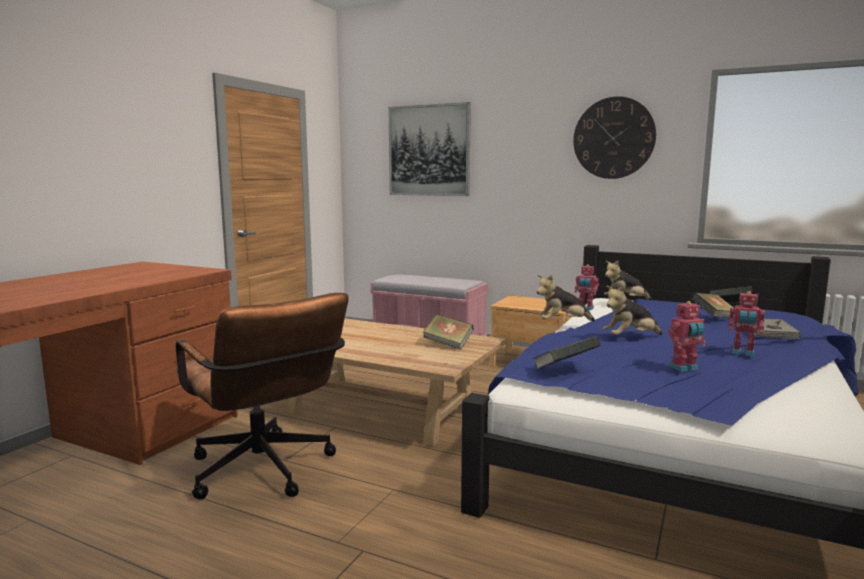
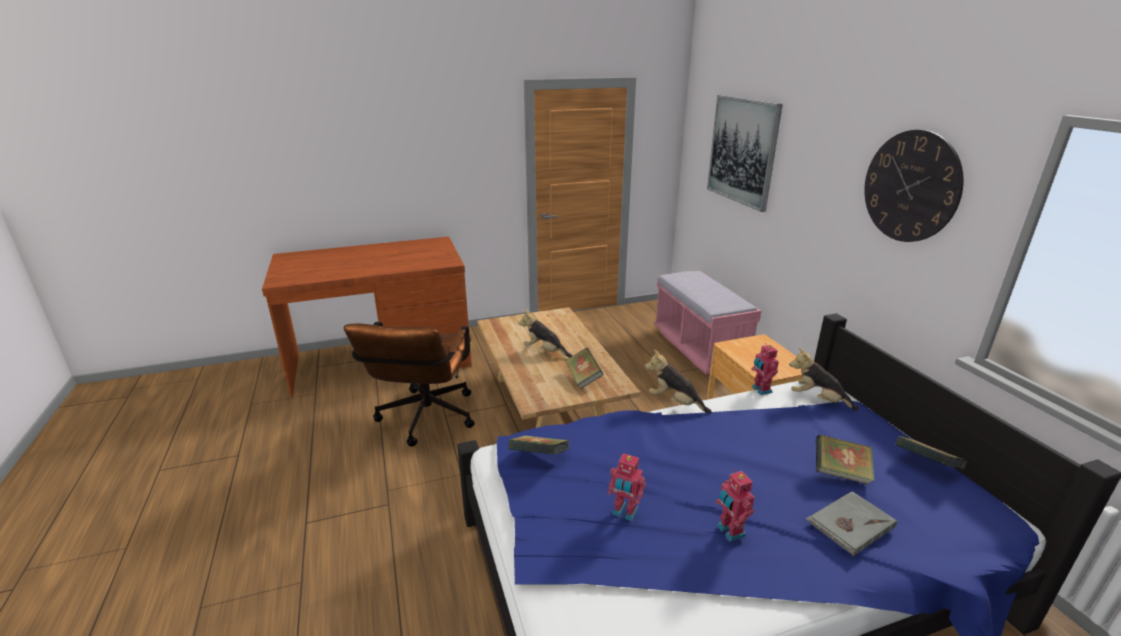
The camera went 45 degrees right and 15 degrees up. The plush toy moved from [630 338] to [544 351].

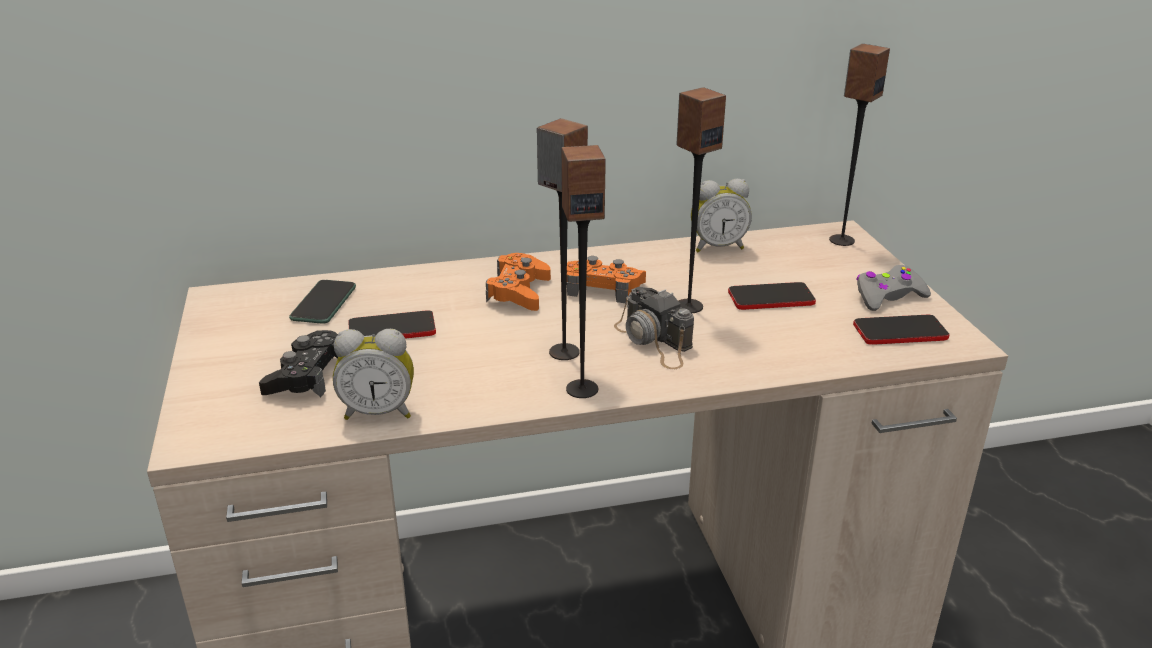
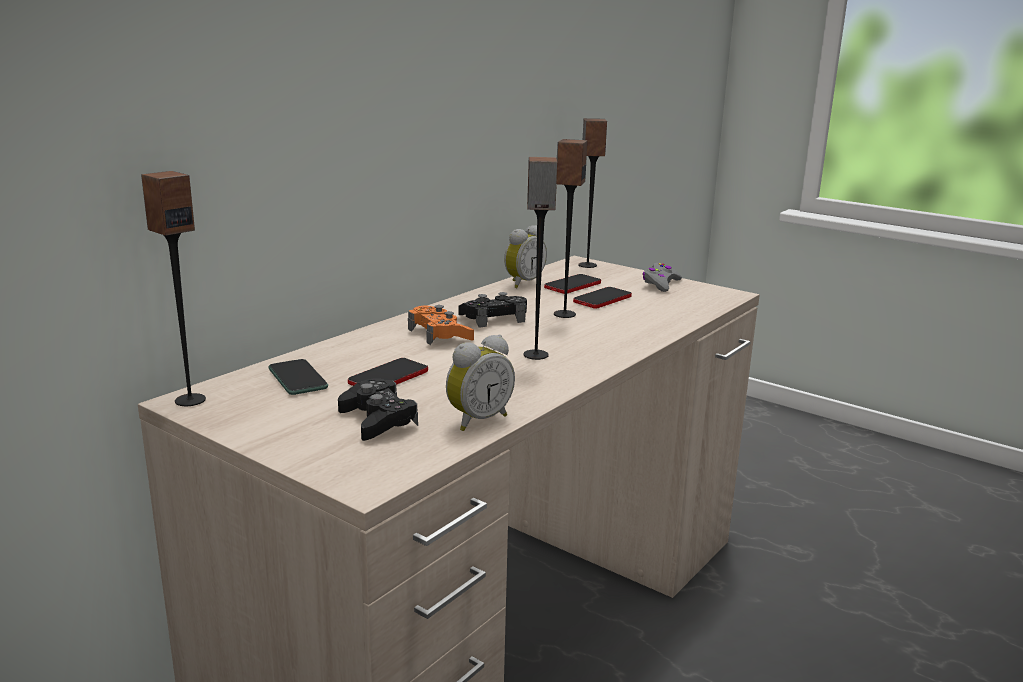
The camera went 40 degrees left and 10 degrees down. The photo camera at [654 341] disappeared. The speaker moved from [582 388] to [190 400]. The phone moved from [900 332] to [573 285]. The orange game controller at [603 288] became the black game controller at [494 319].

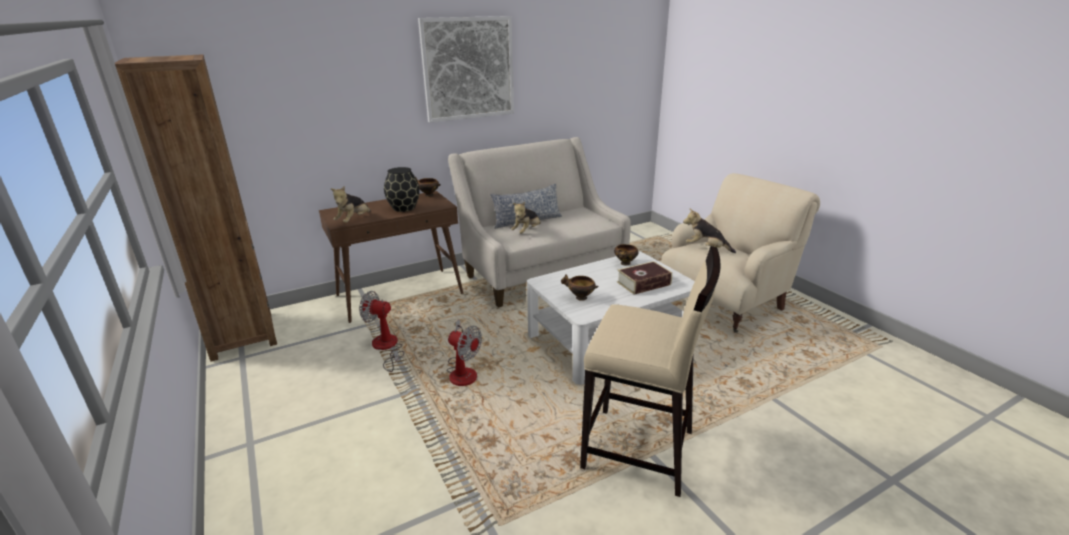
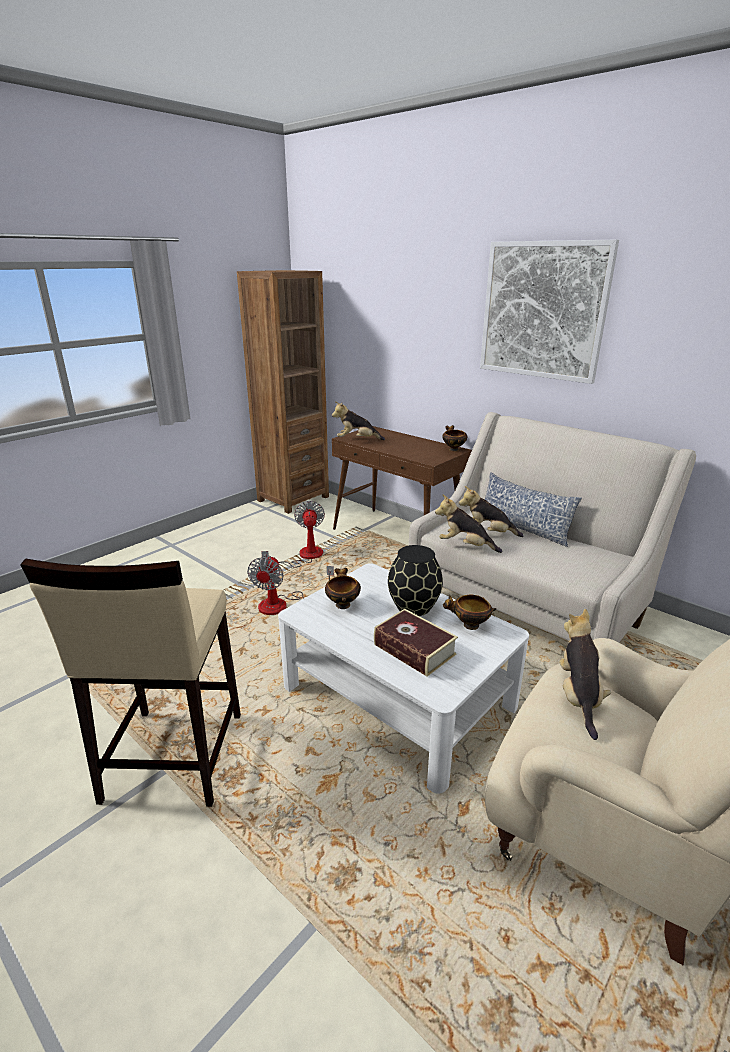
The camera went 70 degrees right and 0 degrees up. The plush toy at [465 546] appeared. The black vase moved from [404 208] to [414 607].

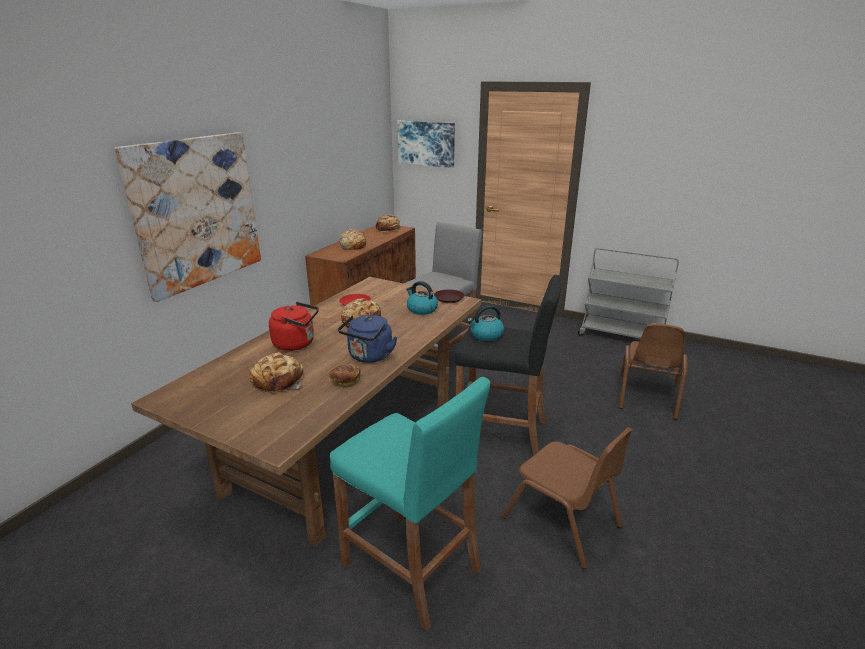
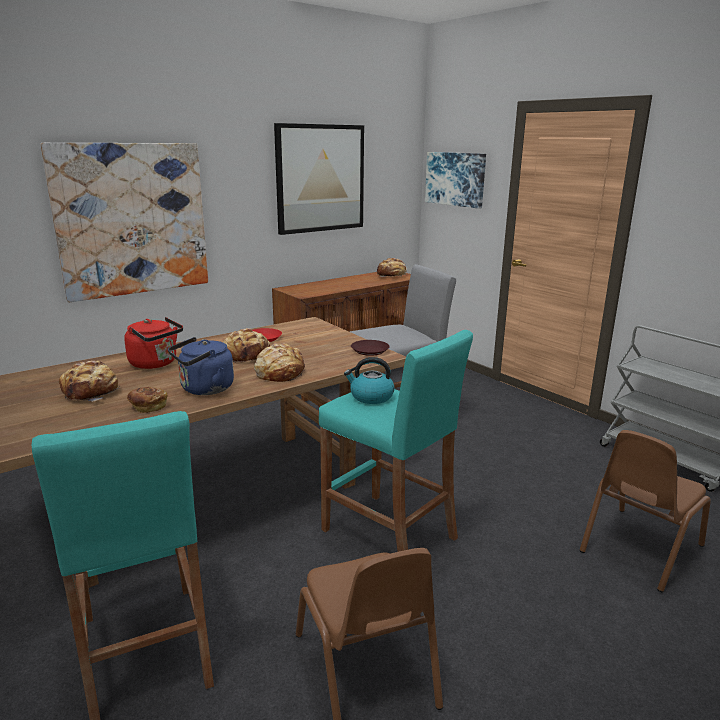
The camera went 25 degrees right and 5 degrees down. The kettle at [421 309] disappeared. The picture at [320 178] appeared. The bread moved from [353 246] to [279 372]. The black stool at [501 432] became the turquoise stool at [389 534].

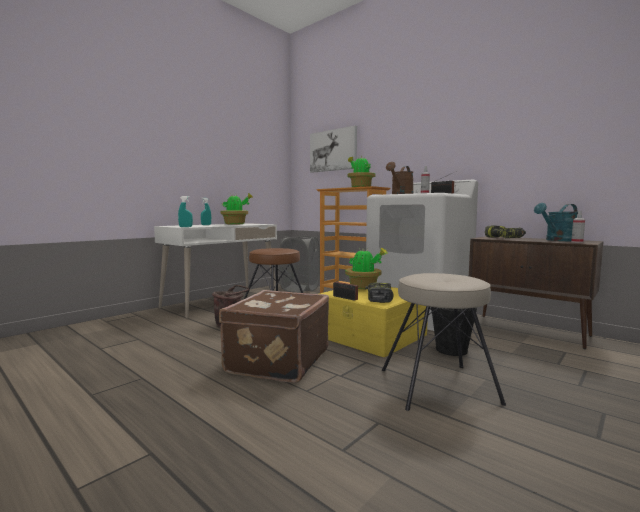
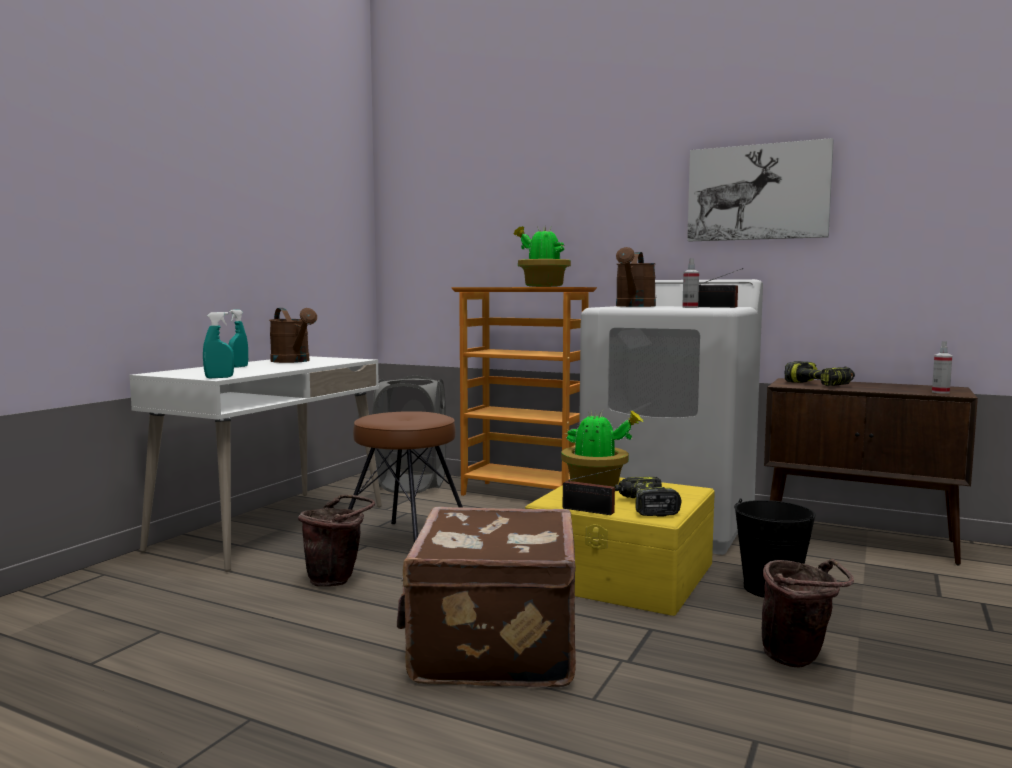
The camera went 15 degrees left and 0 degrees up. The turquoise watering can at [558 240] disappeared. The picture moved from [333 150] to [758 193]. The potted plant at [236 224] was replaced by the brown watering can at [293 361]. The beige stool at [438 386] was replaced by the brown bucket at [799 660].

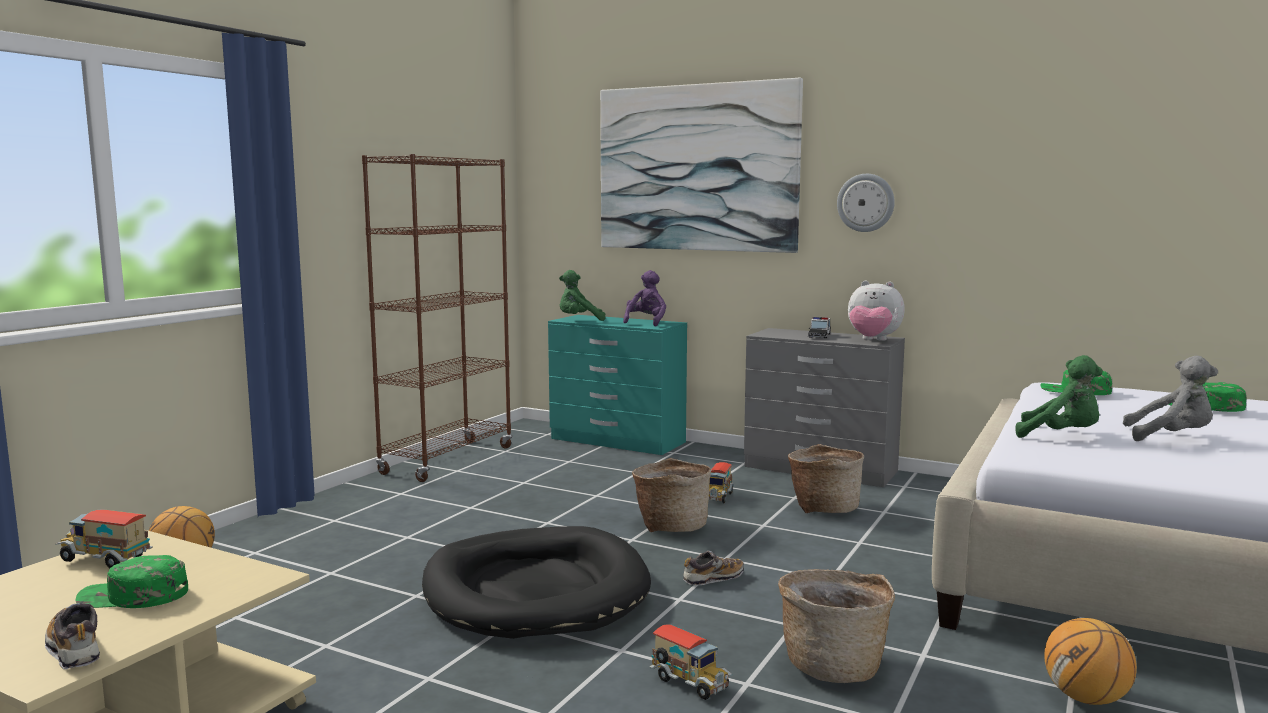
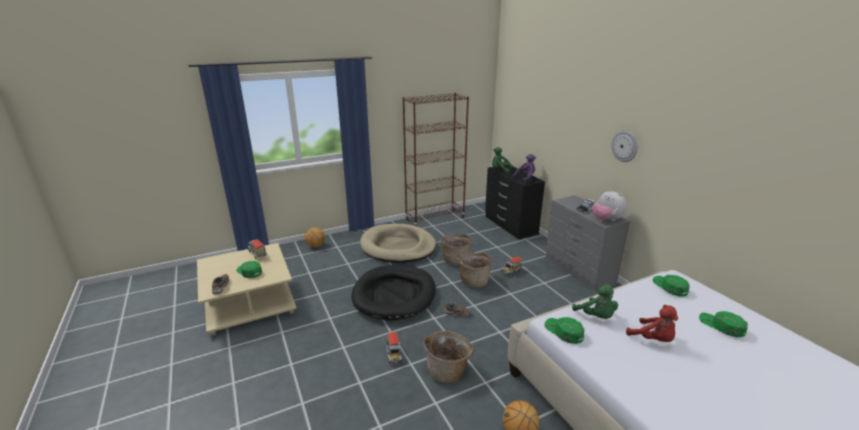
The camera went 35 degrees right and 15 degrees up. The picture at [696 168] disappeared. The beige dog bed at [398 246] appeared. The green cap at [563 331] appeared. The basket moved from [823 508] to [455 260]. The turquoise dresser at [617 441] became the black dresser at [510 225]. The grey plush toy at [1171 437] became the red plush toy at [653 339].

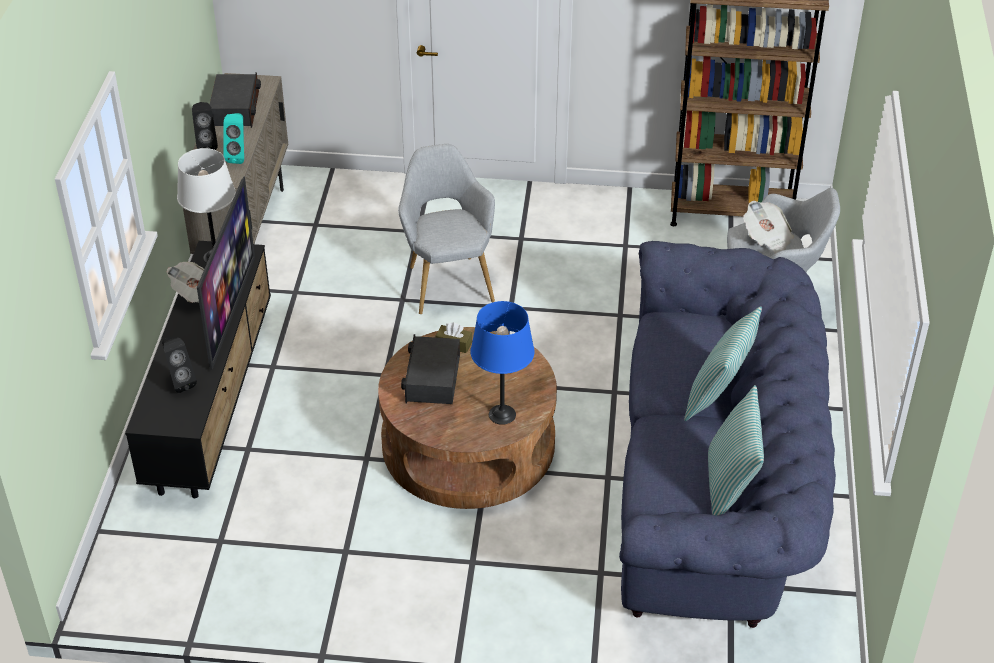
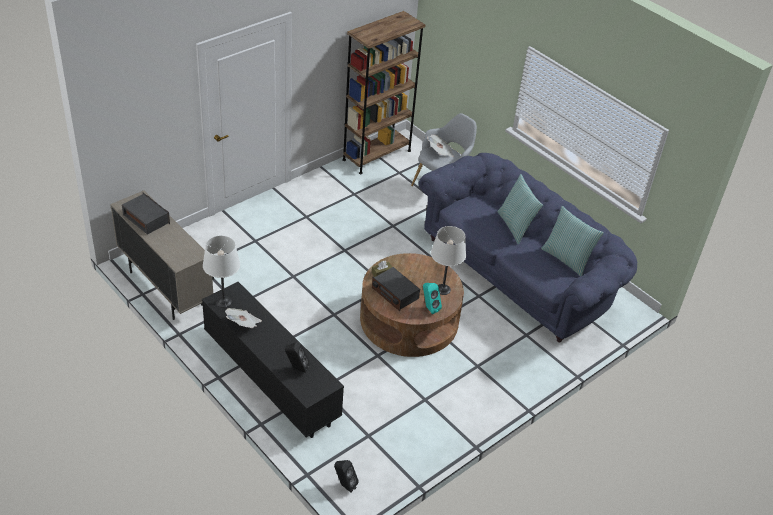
The camera went 50 degrees left and 0 degrees up. The television at [230 311] disappeared. The grey armchair at [447 280] disappeared. The black speaker moved from [206 145] to [344 485]. The turquoise speaker moved from [238 156] to [429 308]. The blue table lamp at [502 414] became the white table lamp at [443 289].

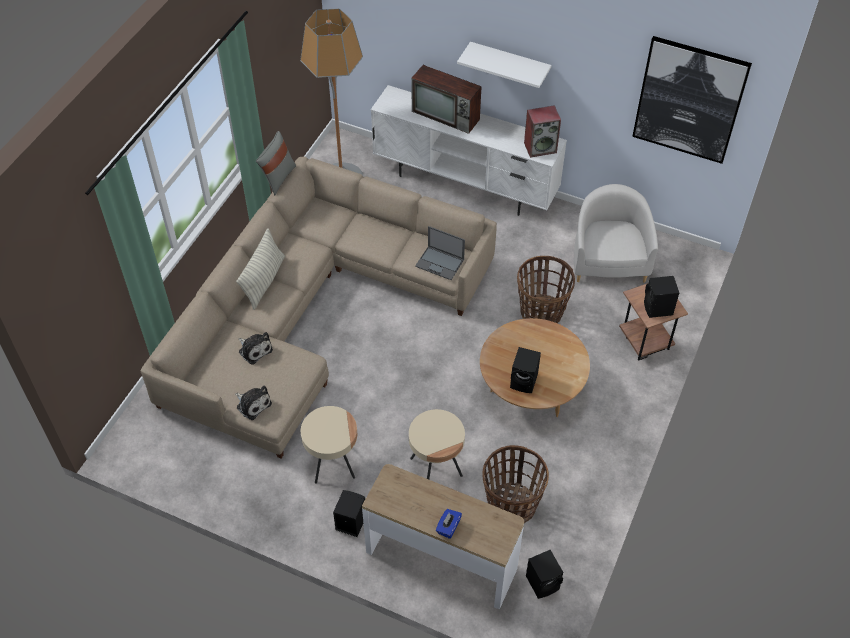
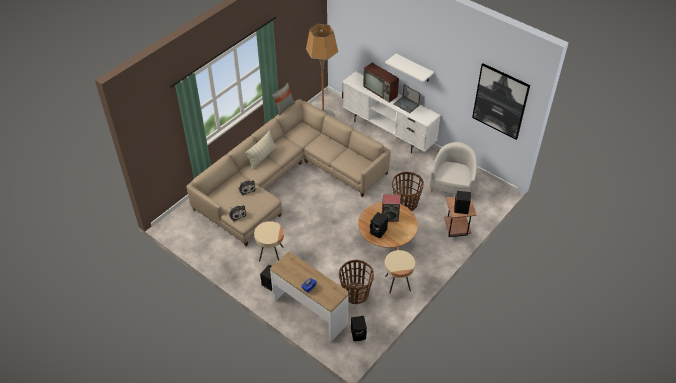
The camera went 15 degrees right and 5 degrees down. The beige side table moved from [436 467] to [397 283]. The laptop moved from [440 263] to [406 105]. The speaker moved from [540 147] to [390 216].

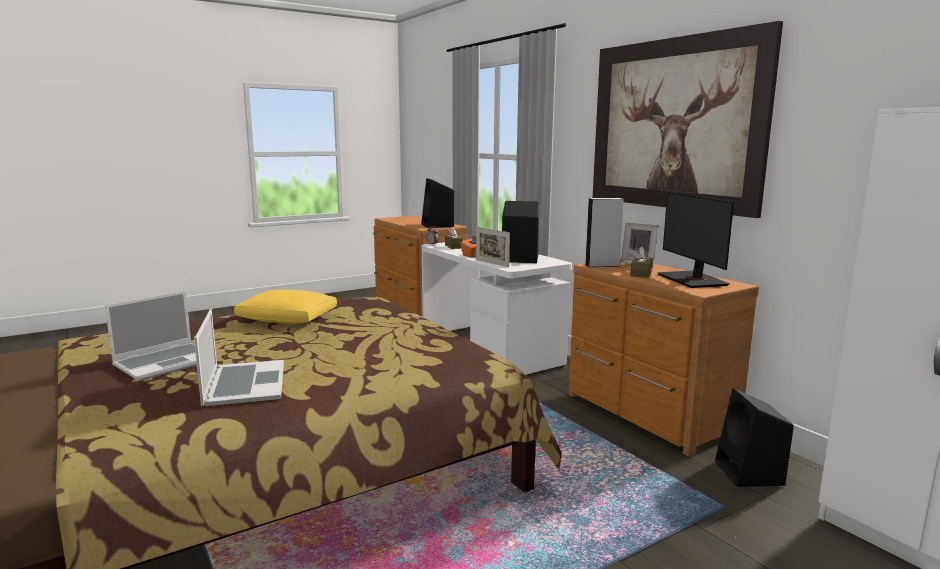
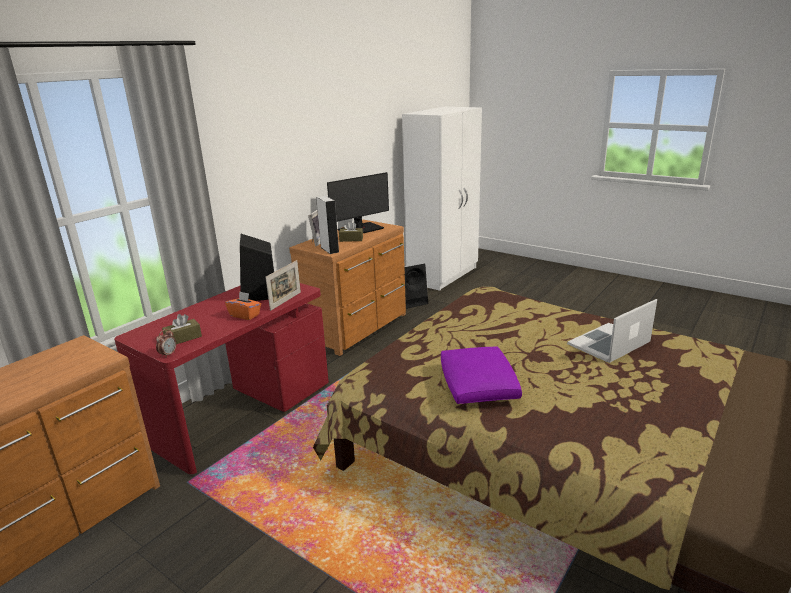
The camera went 110 degrees left and 10 degrees up. The laptop at [166 362] disappeared. The black speaker at [438 225] disappeared. The picture at [673 124] disappeared. The yellow pillow at [286 319] became the purple pillow at [478 386]. The white desk at [490 350] became the red desk at [242 411].

